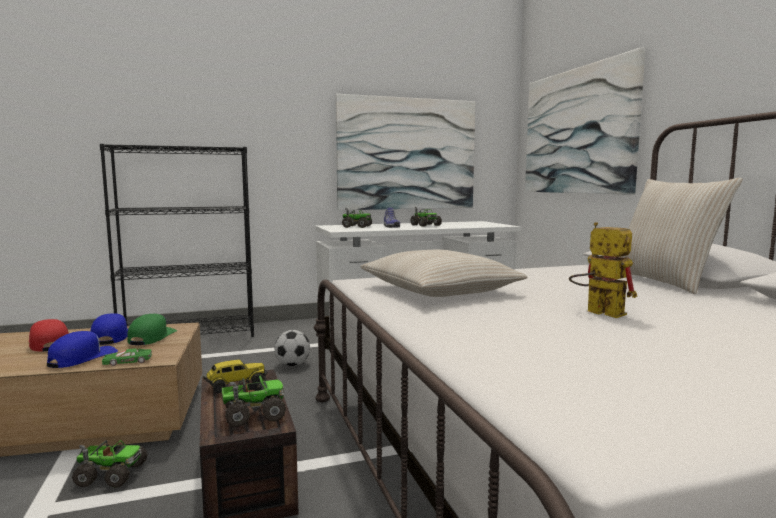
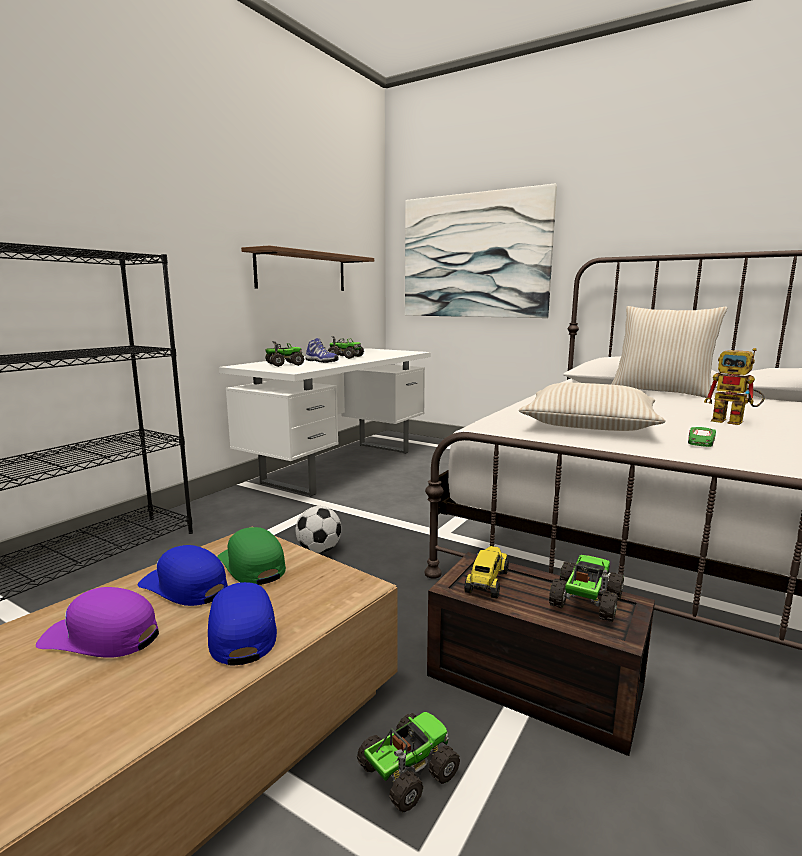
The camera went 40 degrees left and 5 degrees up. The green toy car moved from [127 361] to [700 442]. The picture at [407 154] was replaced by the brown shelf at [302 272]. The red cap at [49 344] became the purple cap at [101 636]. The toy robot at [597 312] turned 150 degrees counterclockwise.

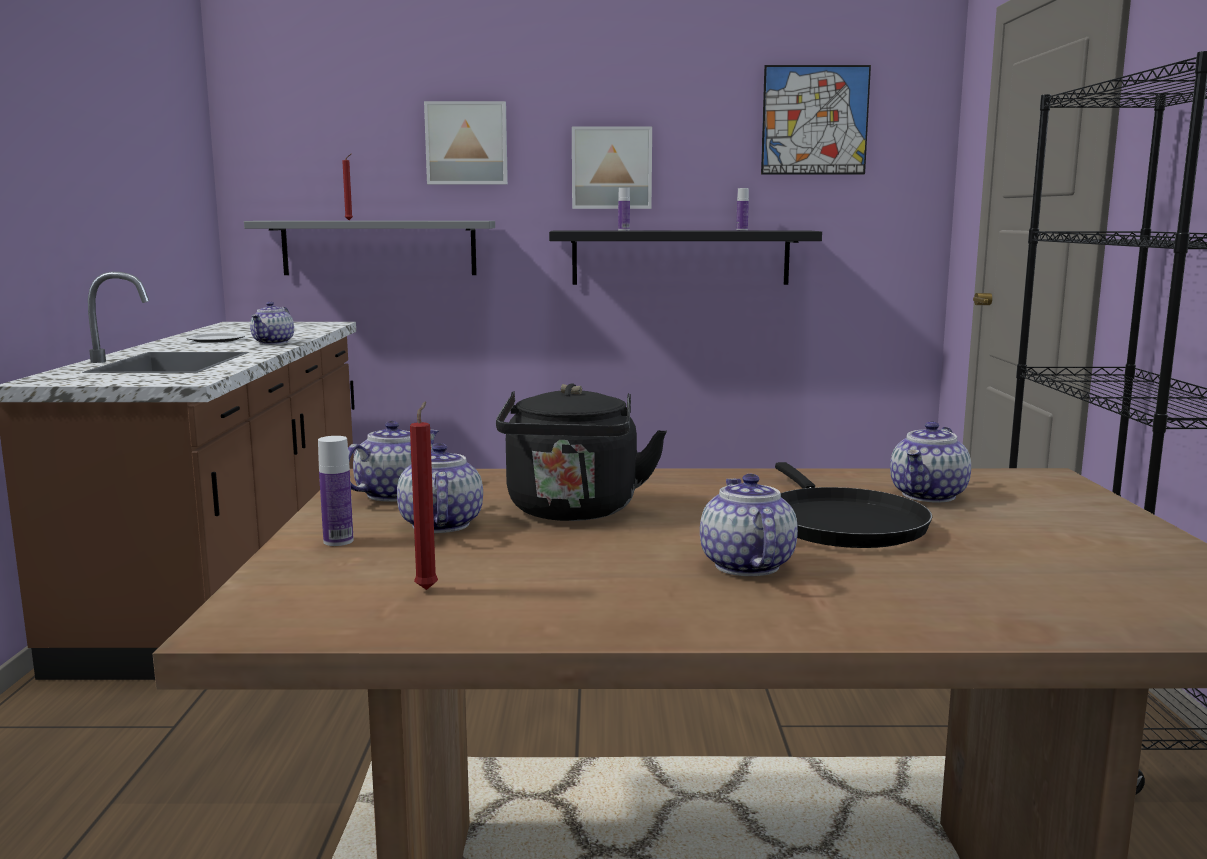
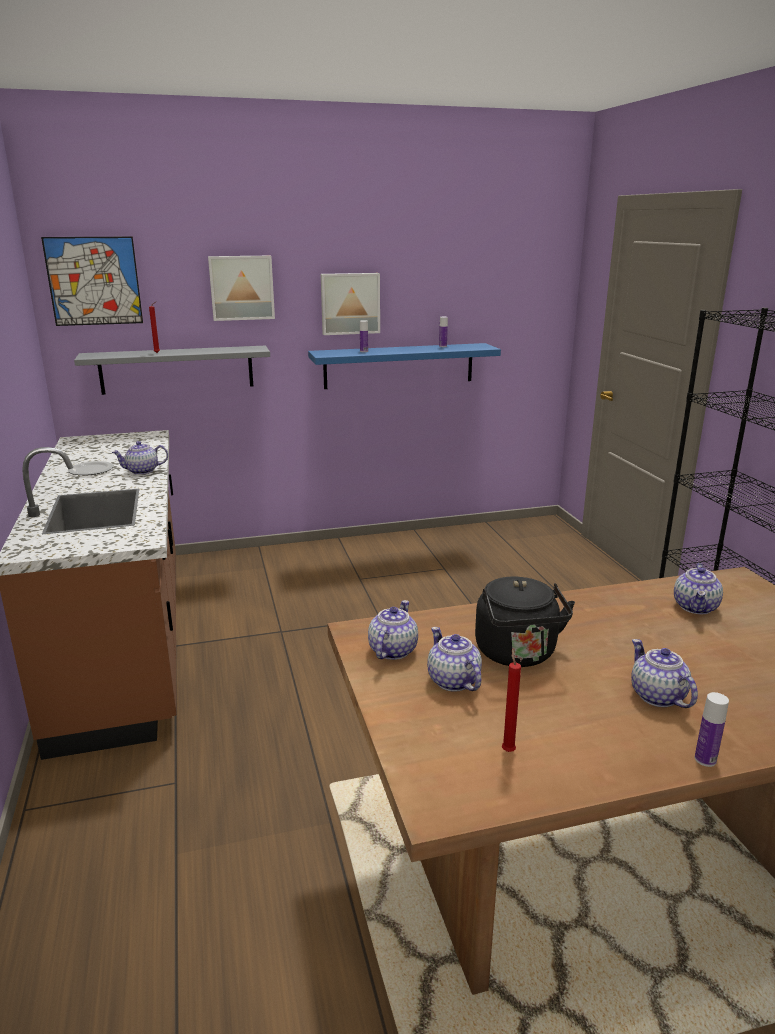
The camera went 15 degrees left and 10 degrees up. The black frying pan at [840 523] disappeared. The bottle moved from [338 541] to [705 759]. The picture moved from [815 120] to [94 281]. The black shelf at [680 257] became the blue shelf at [399 366]. The teapot at [273 342] turned 75 degrees clockwise.

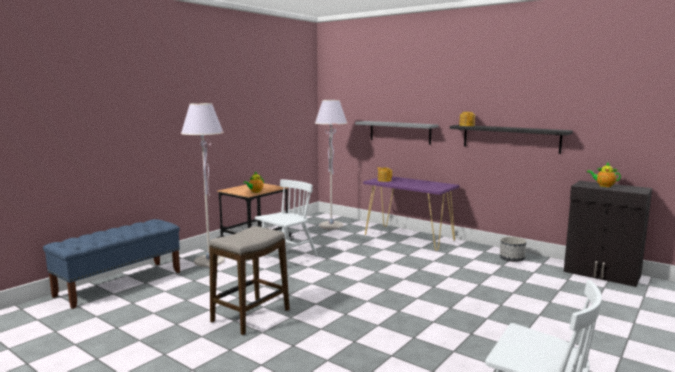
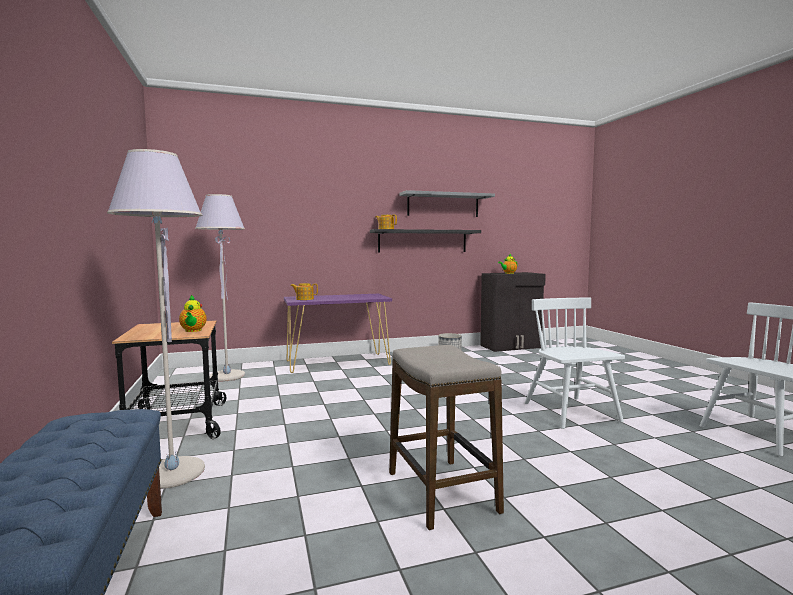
The camera went 55 degrees left and 5 degrees down. The white chair moved from [286 258] to [571 412]. The grey shelf moved from [399 132] to [443 205].

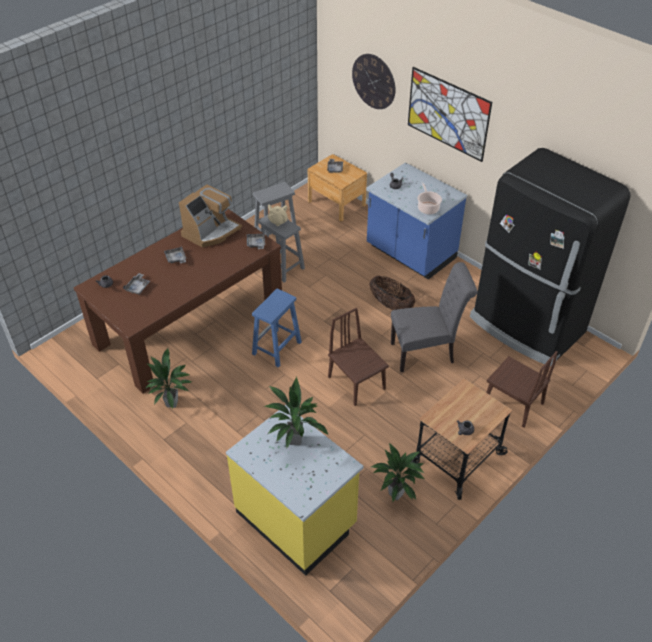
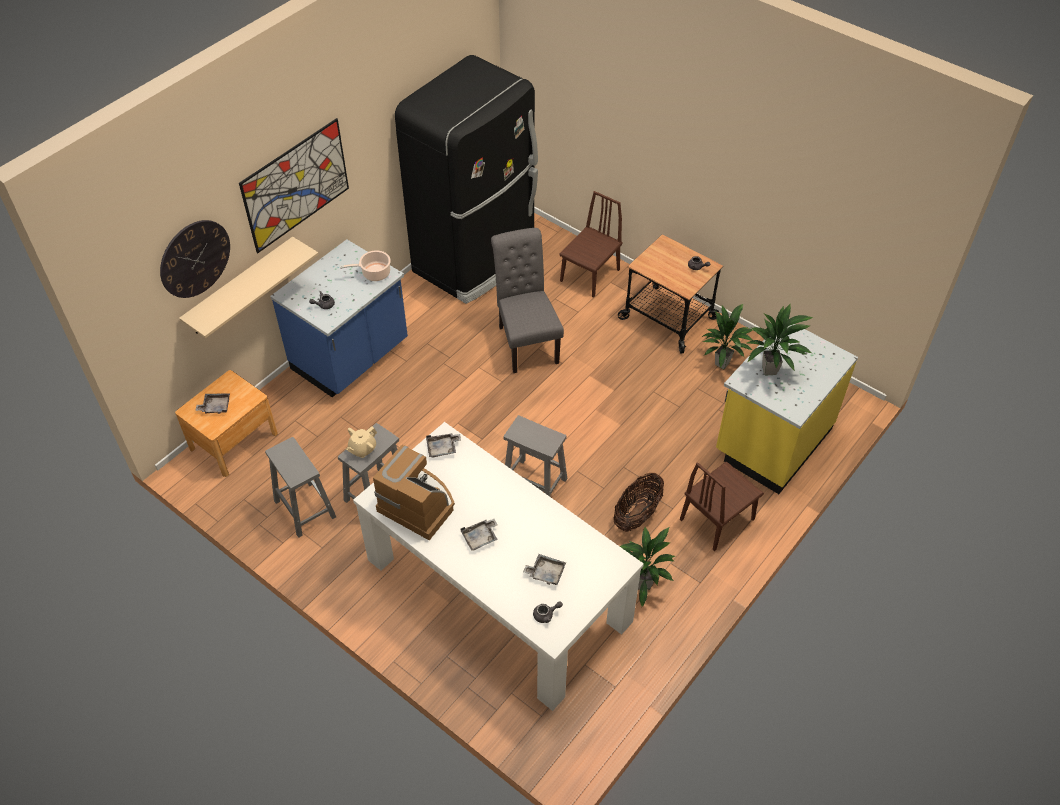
The camera went 95 degrees left and 5 degrees up. The beige shelf at [240 287] appeared. The brown chair moved from [356 383] to [717 519]. The basket moved from [391 305] to [637 514]. The brown dining table at [189 323] became the white dining table at [497 590]. The blue stool at [276 348] became the grey stool at [535 483].

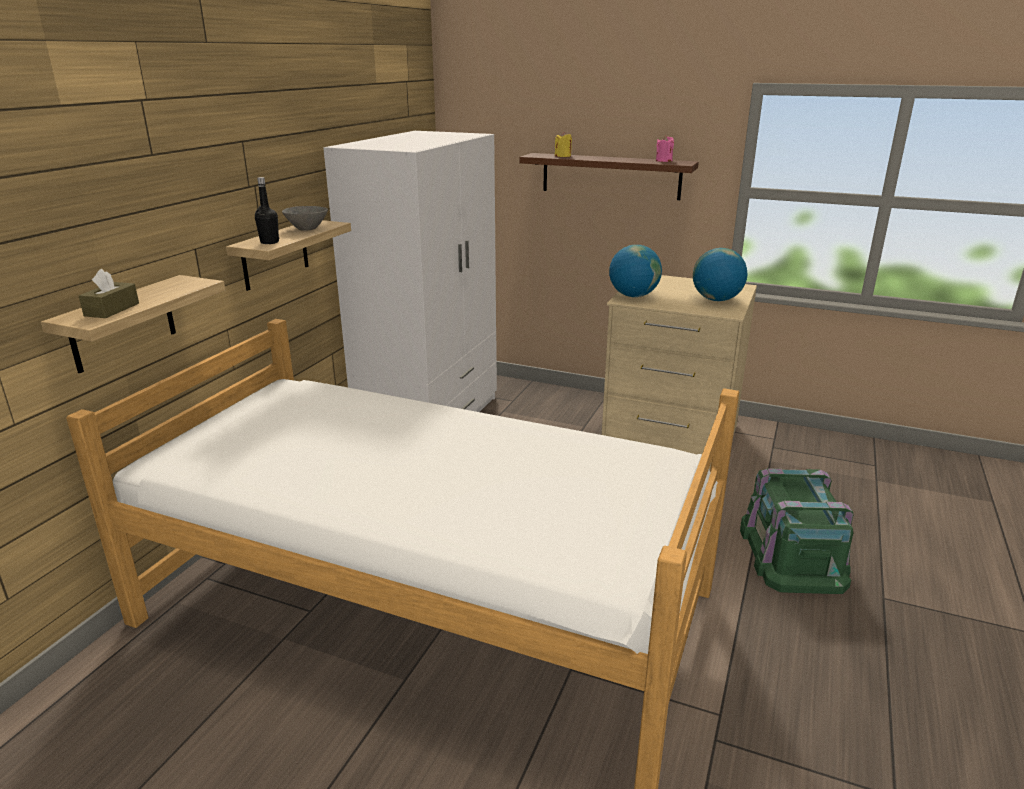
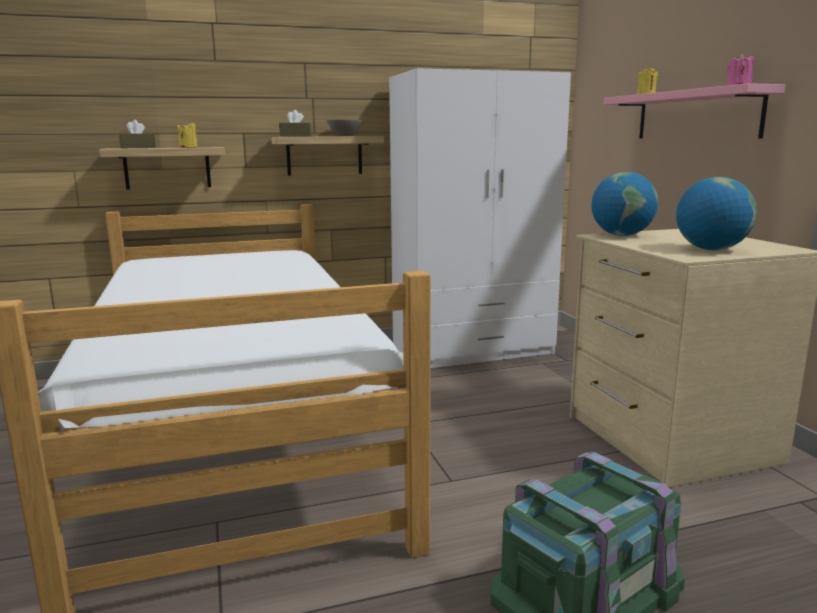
The camera went 50 degrees right and 10 degrees down. The yellow candle at [188 147] appeared. The black bottle at [269 242] was replaced by the brown tissue box at [296 136]. The brown shelf at [610 176] became the pink shelf at [696 115].

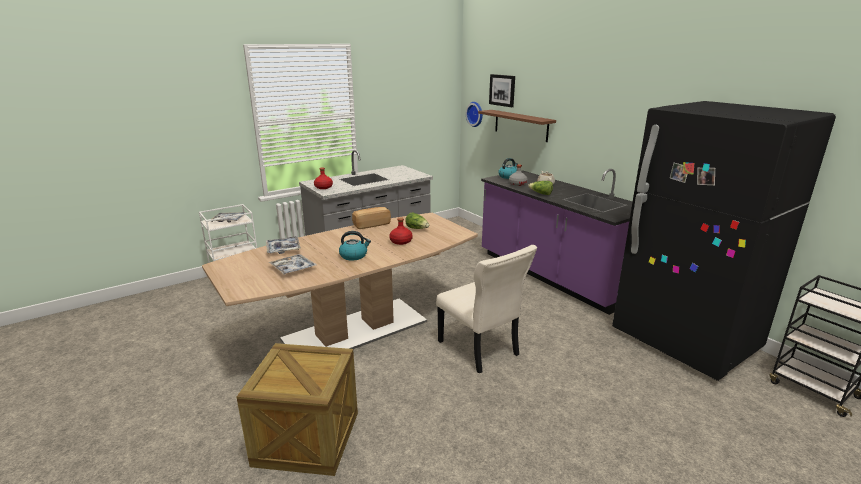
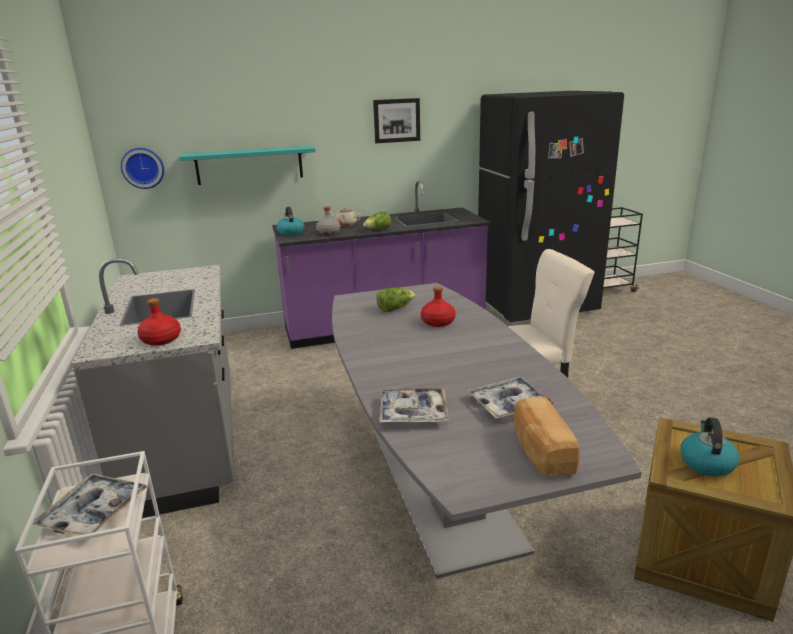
The camera went 70 degrees left and 0 degrees up. The kettle moved from [354 256] to [706 462]. The bread moved from [371 224] to [541 452]. The picture moved from [502 90] to [396 120]. The brown dining table at [355 330] became the grey dining table at [442 486]. The brown shelf at [521 125] became the turquoise shelf at [249 165].

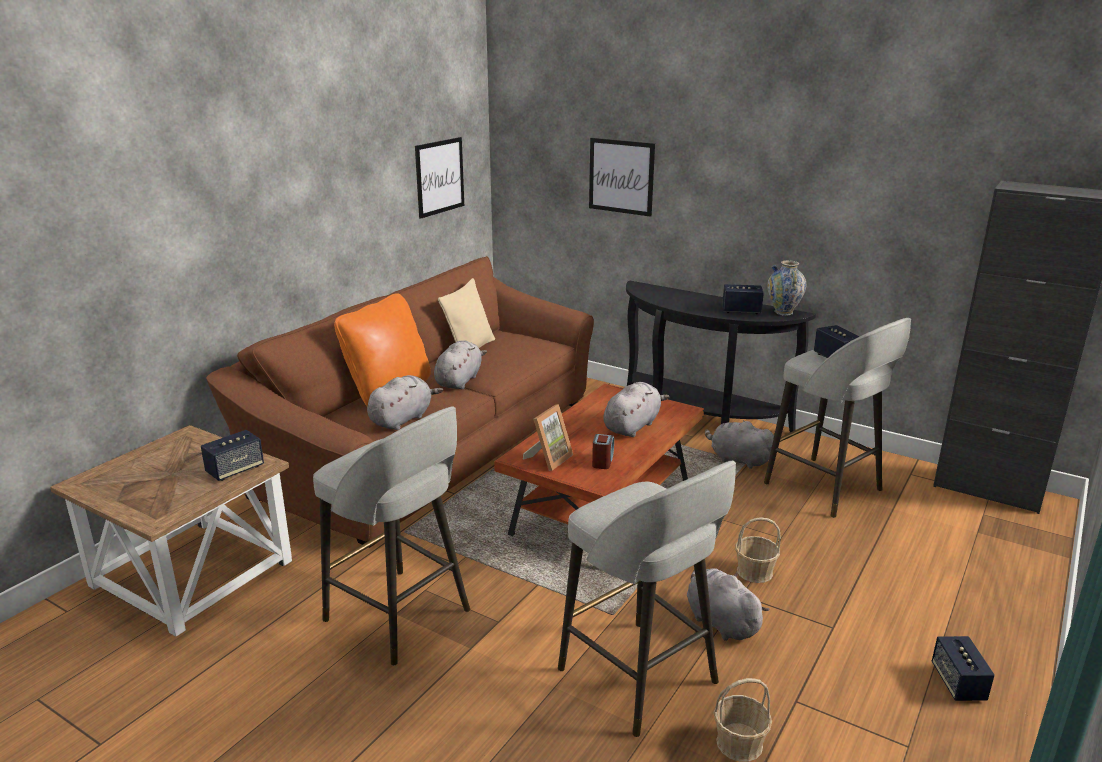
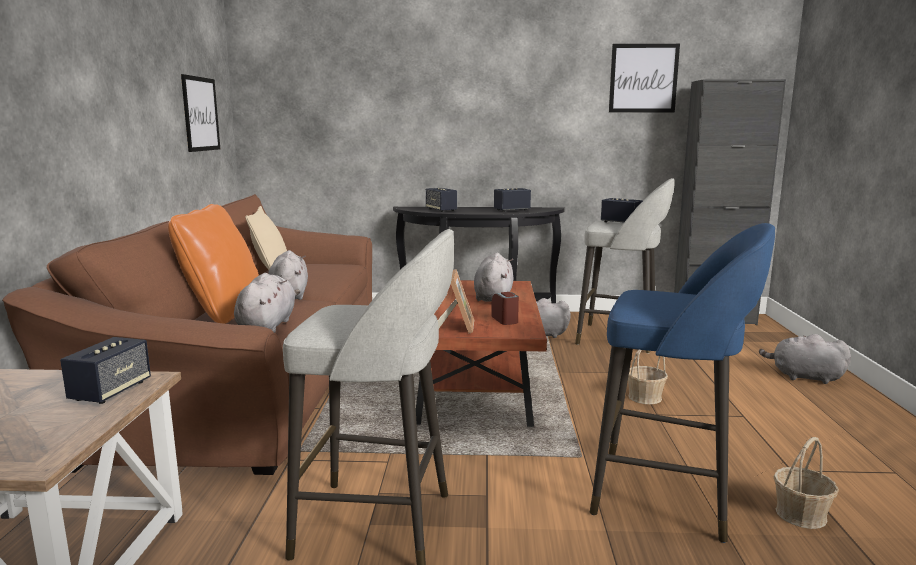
The camera went 30 degrees left and 10 degrees down. The vase at [783 312] disappeared. The picture moved from [621 176] to [643 78]. The grey plush toy moved from [720 621] to [803 377]. The speaker moved from [958 683] to [441 210]. The grey stool at [640 679] became the blue stool at [666 496].

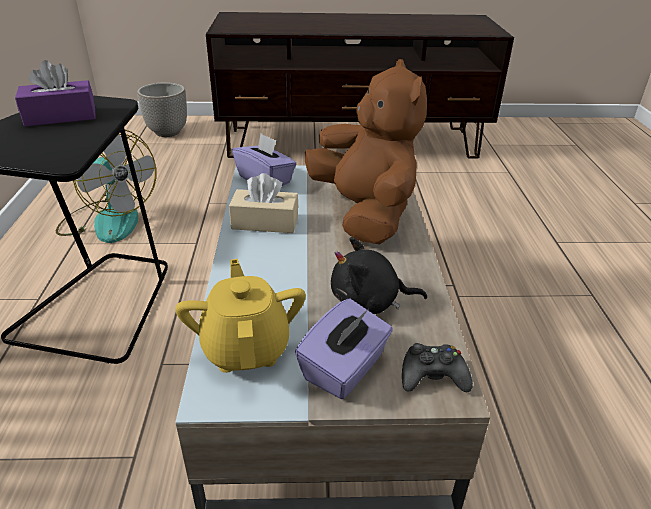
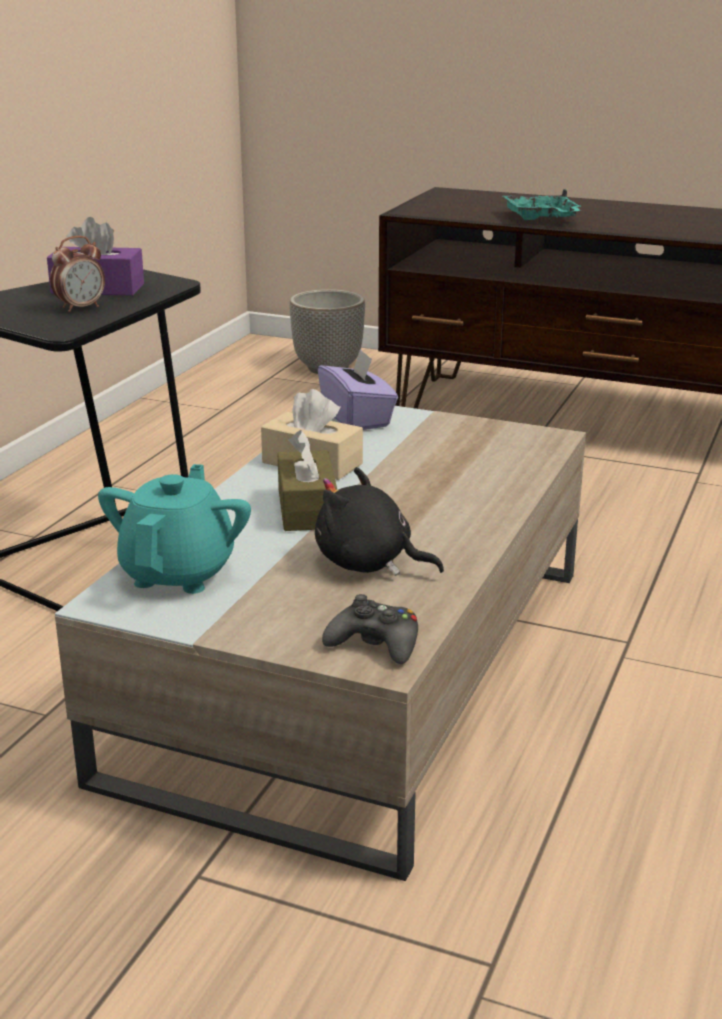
The camera went 25 degrees right and 10 degrees down. The fan at [108 220] disappeared. The purple tissue box at [345 369] disappeared. The brown plush toy at [364 214] disappeared. The alarm clock at [81 308] appeared. The brown tissue box at [307 509] appeared. The turquoise tray at [541 219] appeared. The yellow teapot at [246 348] became the turquoise teapot at [179 573].

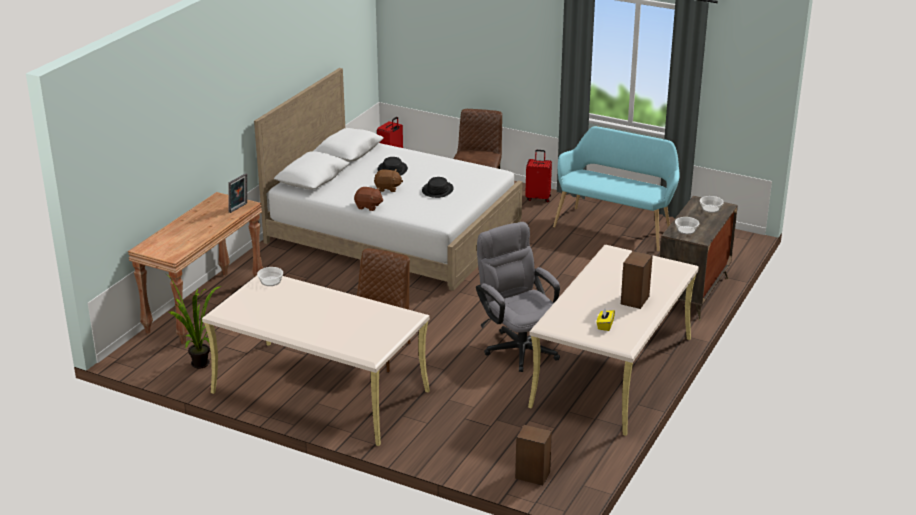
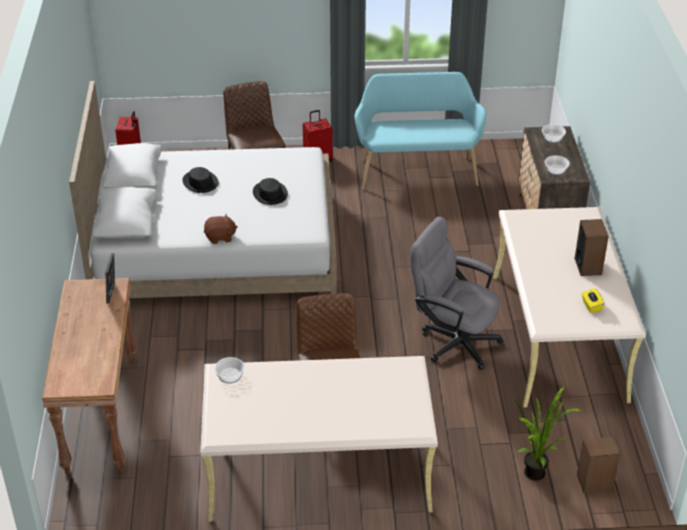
The camera went 30 degrees left and 10 degrees up. The brown plush toy at [387 188] disappeared. The potted plant moved from [199 366] to [537 477].

